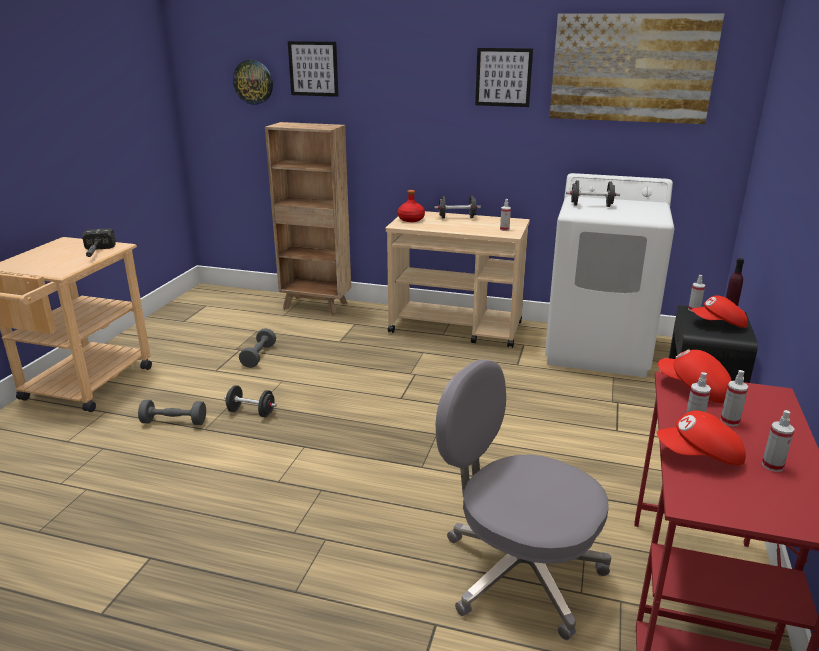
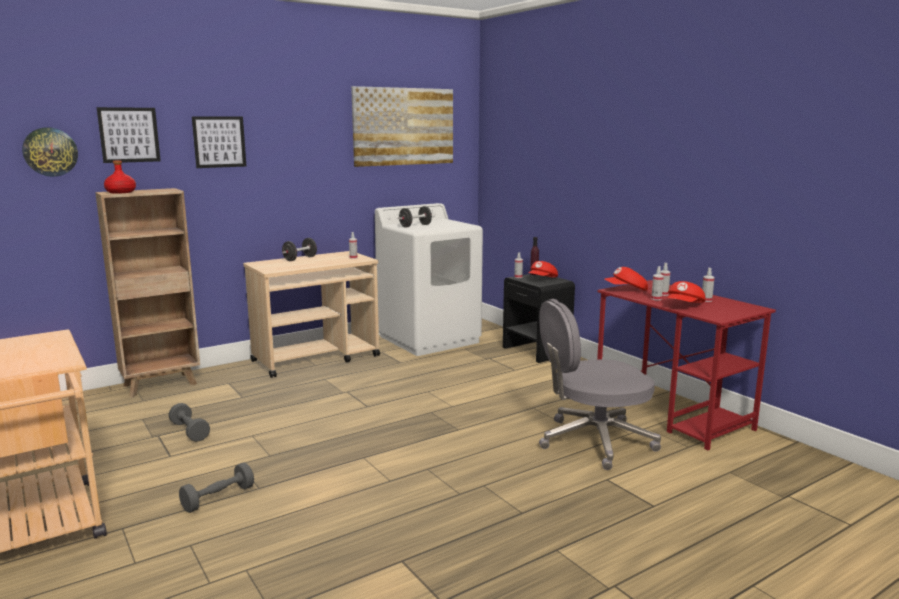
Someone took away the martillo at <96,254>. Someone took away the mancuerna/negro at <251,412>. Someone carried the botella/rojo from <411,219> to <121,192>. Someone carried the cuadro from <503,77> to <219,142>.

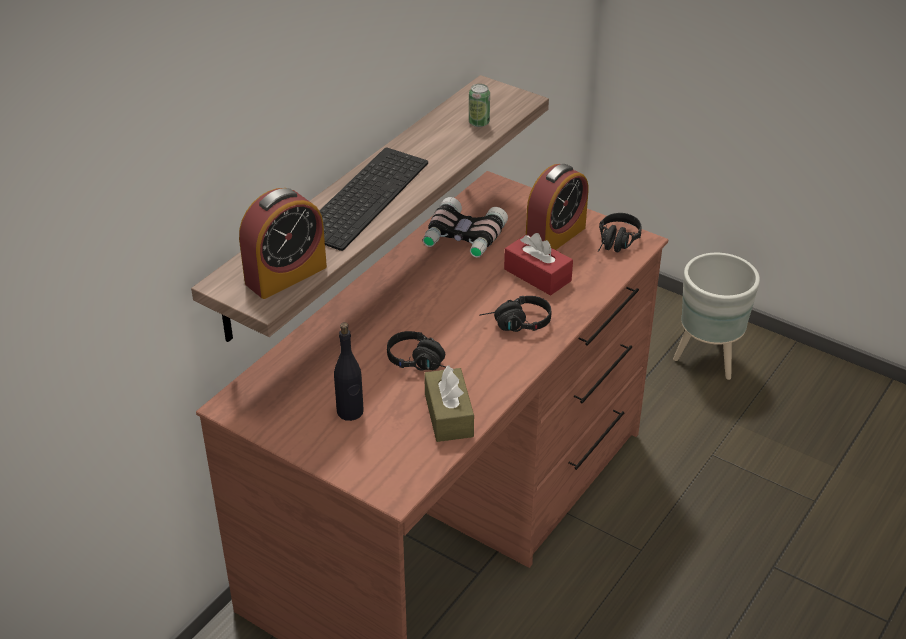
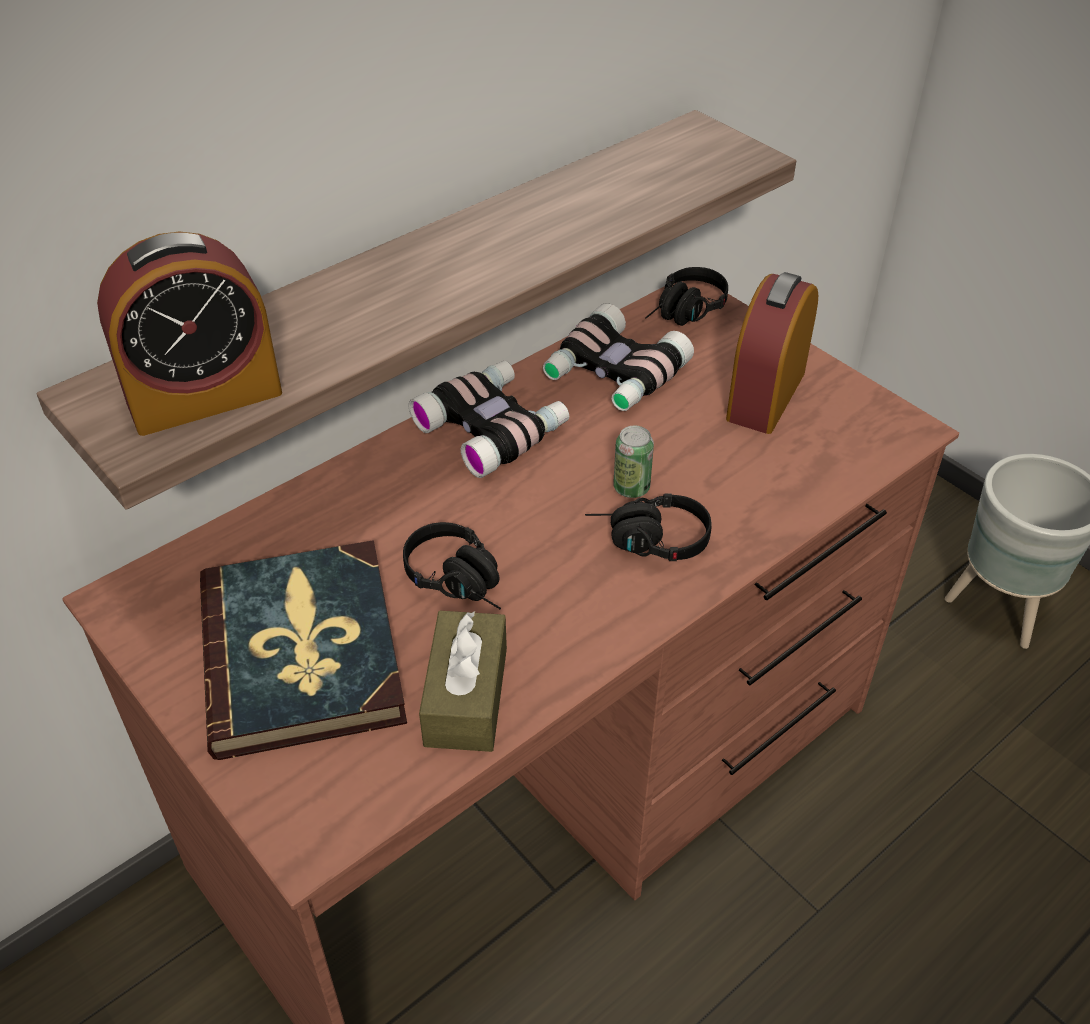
Someone took away the teclado at <363,196>. Someone swapped the botella/negro at <350,412> for the libro at <303,653>. Someone carried the lata from <479,123> to <631,488>. Someone took away the caja de pañuelos/rojo at <537,275>. Someone rotated the despertador at <555,236> by 150 degrees clockwise. Someone carried the auriculares/negro from <616,244> to <684,313>. Someone put down the prismáticos at <493,427>.

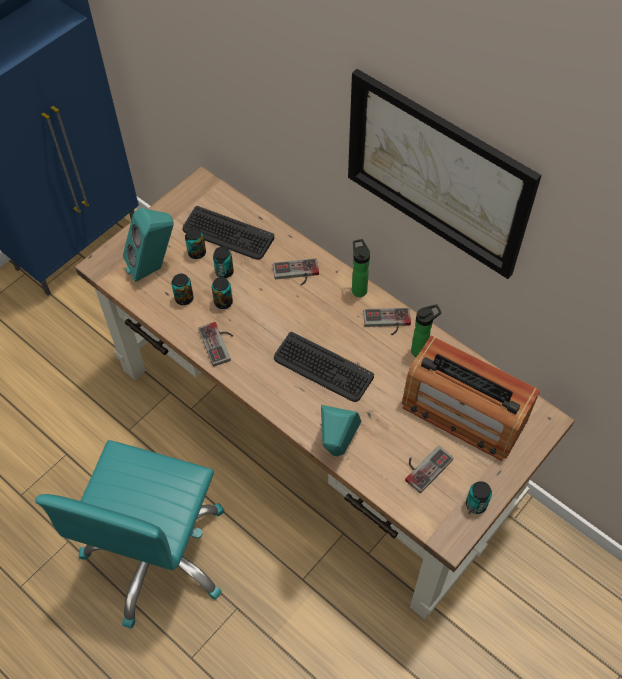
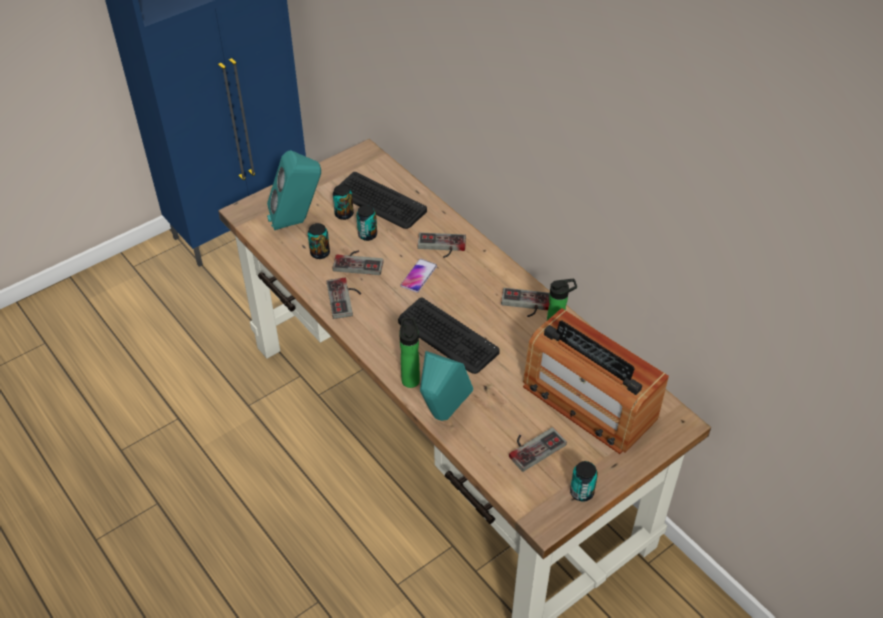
Someone took away the silla de oficina/turquesa at <158,554>. Someone swapped the lata at <223,302> for the mando de consola at <359,262>. Someone took away the cuadro at <437,173>. Someone carried the botella from <358,289> to <410,378>. Someone put down the móvil at <418,276>.

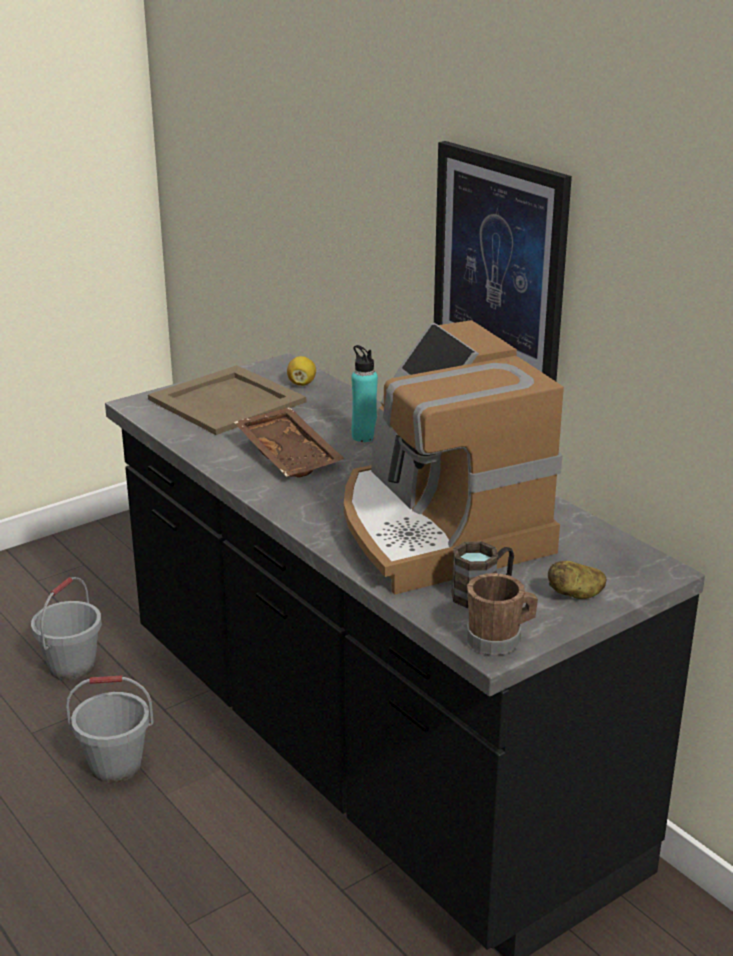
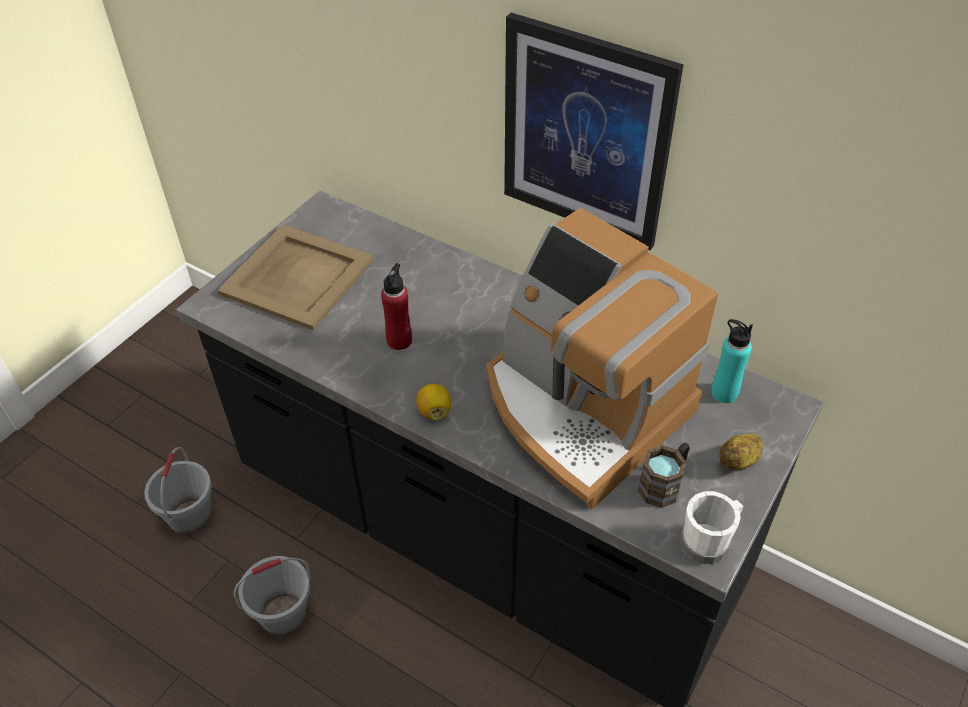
Someone swapped the bandeja/marrón at <290,455> for the botella/rojo at <399,340>. Someone carried the limón from <301,383> to <434,411>. Someone carried the botella/turquesa from <364,436> to <724,392>. Someone repainted the taza grande/marrón at <499,639>, which became the taza grande/blanco at <708,541>.

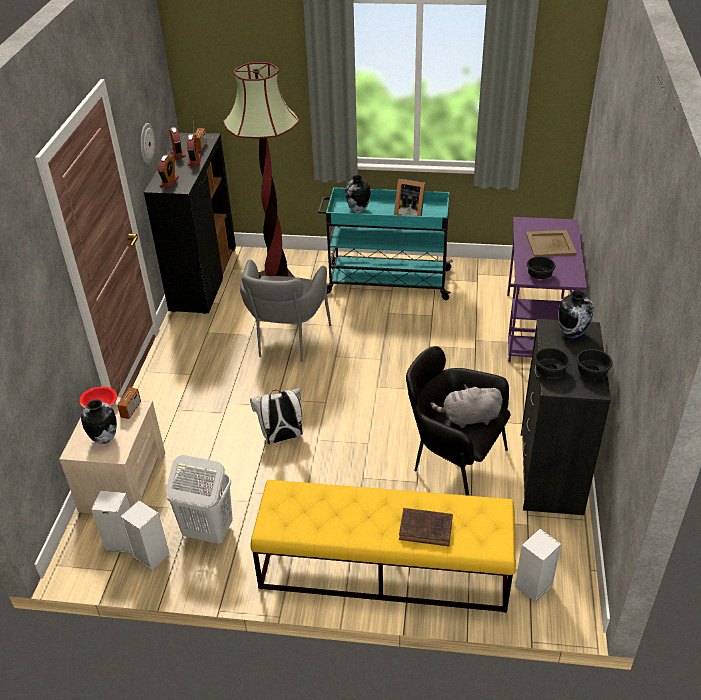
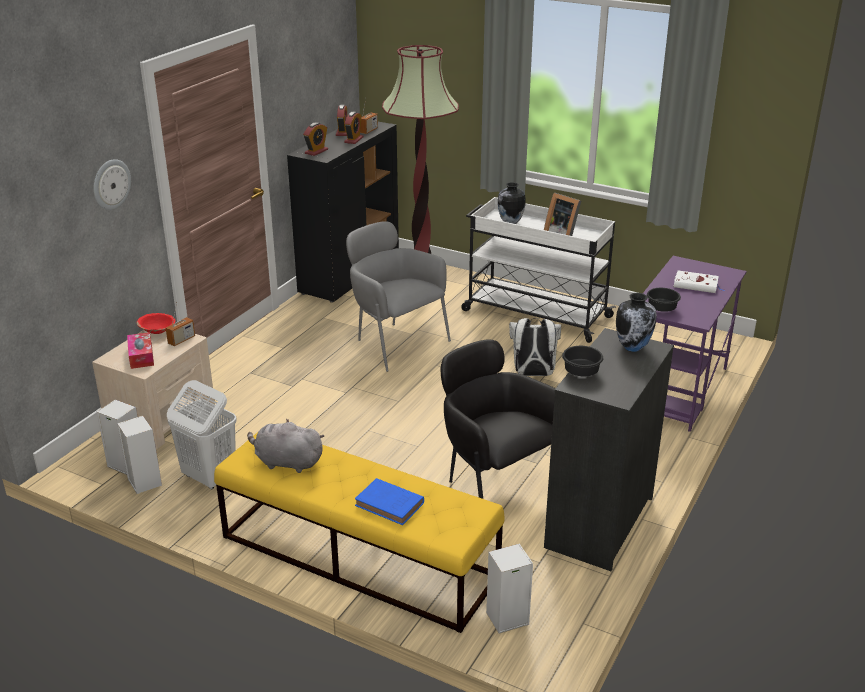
Someone swapped the florero at <104,439> for the caja de pañuelos at <141,356>. Someone carried the reloj de pared from <146,143> to <111,184>. Someone rotated the sillón/gris at <286,342> by 105 degrees clockwise. Someone carried the mochila/blanco from <282,437> to <532,374>. Someone repainted the carrito/turquesa at <386,281>, which became the carrito/blanco at <534,313>. Someone repainted the libro/marrón at <427,529>, which became the libro/azul at <391,505>. Someone carried the peluche/gris from <468,418> to <286,462>. Someone swapped the bandeja/beis at <550,243> for the libro/blanco at <697,285>. Someone took away the cuenco/negro at <590,373>.

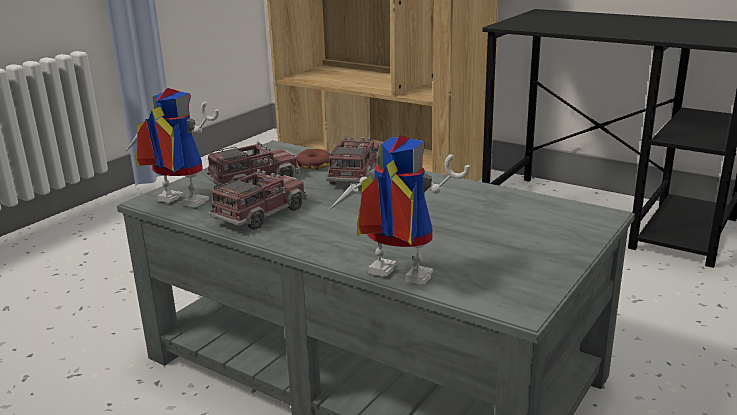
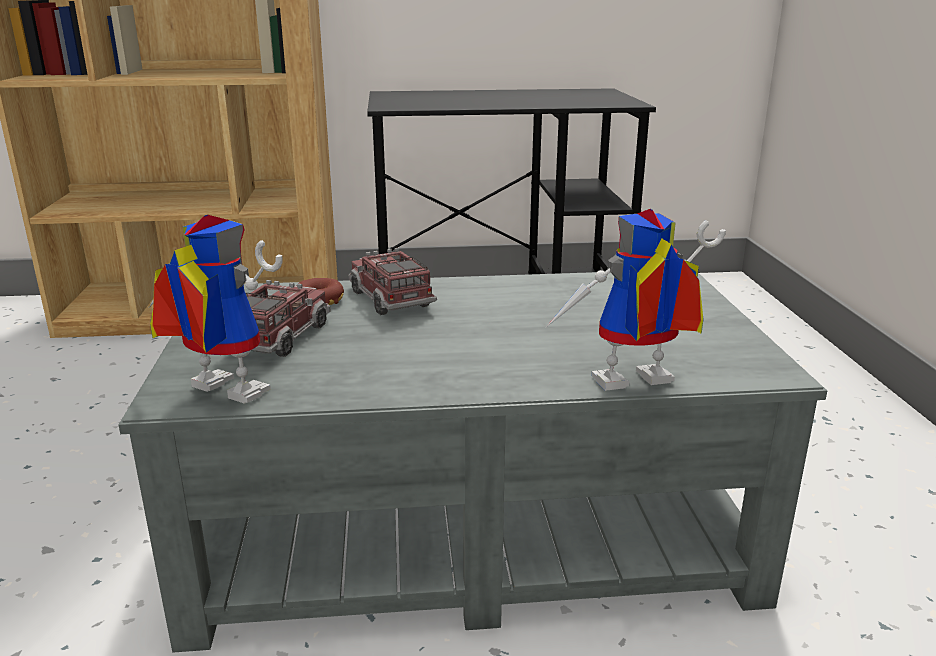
Someone rotated the robot de juguete at <175,203> by 45 degrees clockwise. Someone took away the camión de juguete at <260,214>.

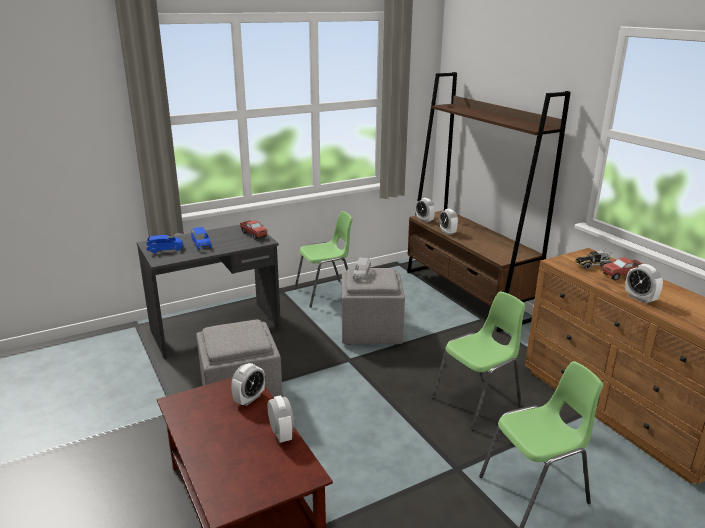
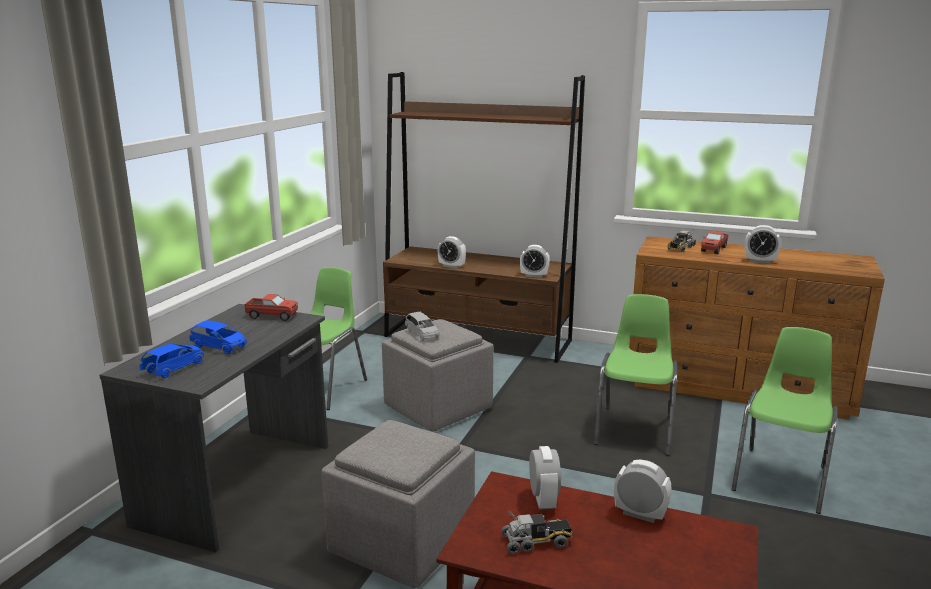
Someone carried the despertador from <424,220> to <534,275>. Someone put down the camión de juguete at <536,541>.

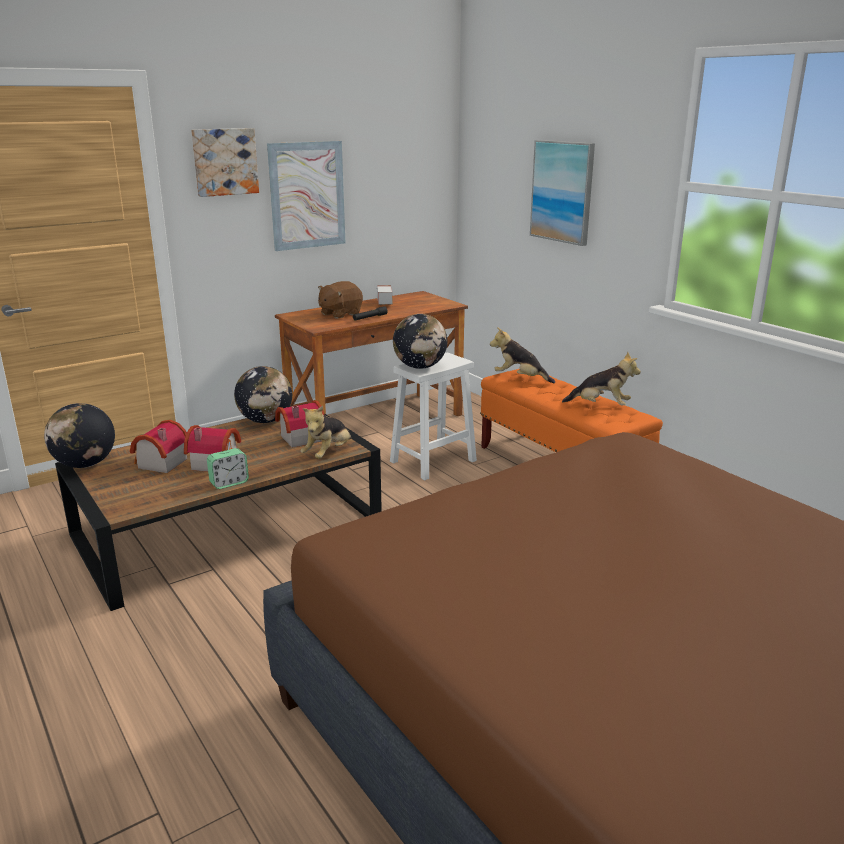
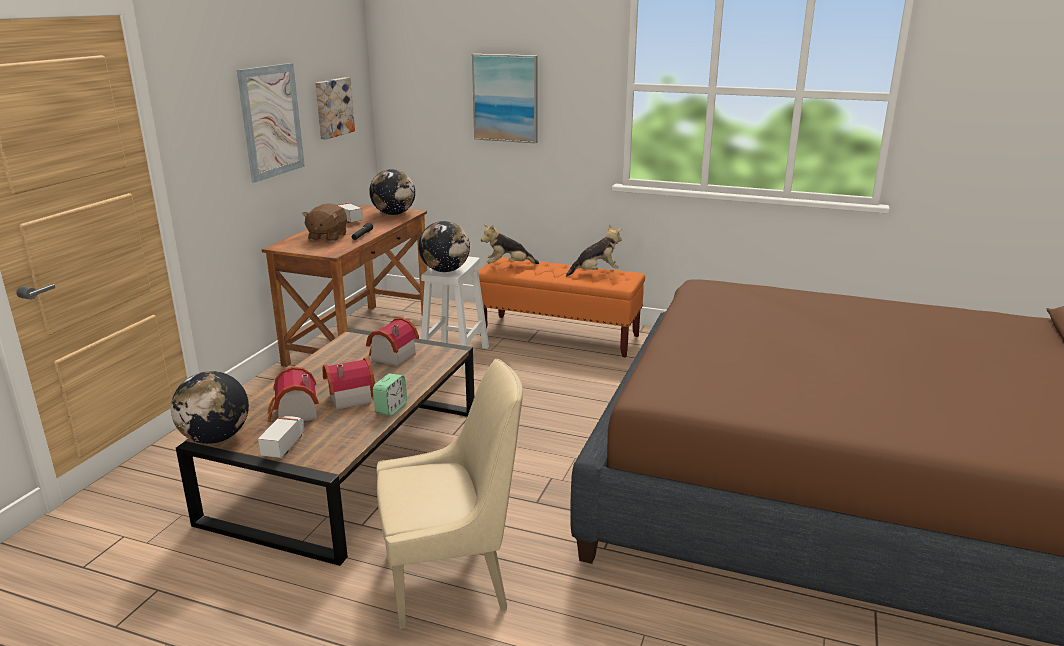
Someone carried the cuadro from <224,162> to <333,107>. Someone carried the globo terráqueo from <265,420> to <394,214>. Someone took away the peluche at <328,453>. Someone put down the camión de juguete at <284,445>. Someone put down the silla/beis at <452,578>.

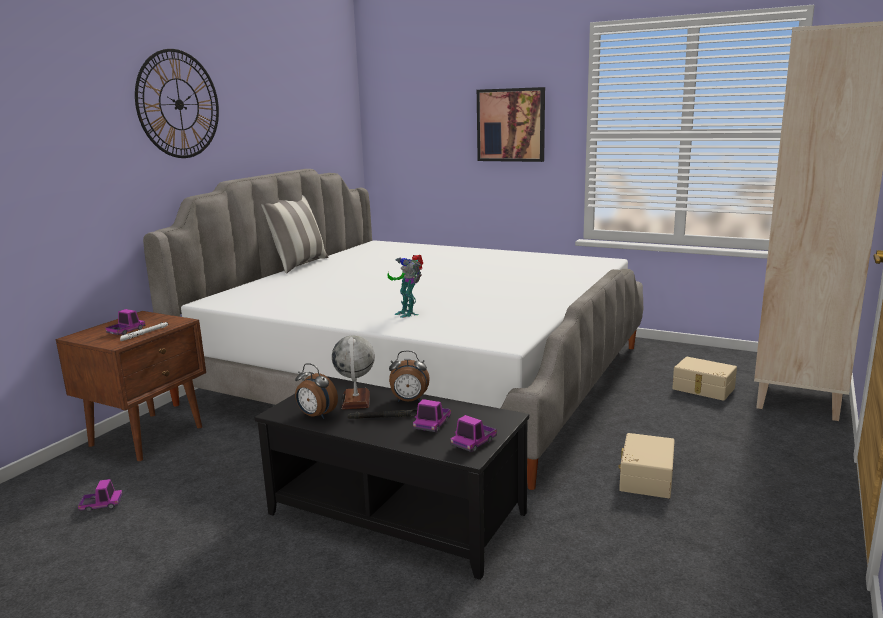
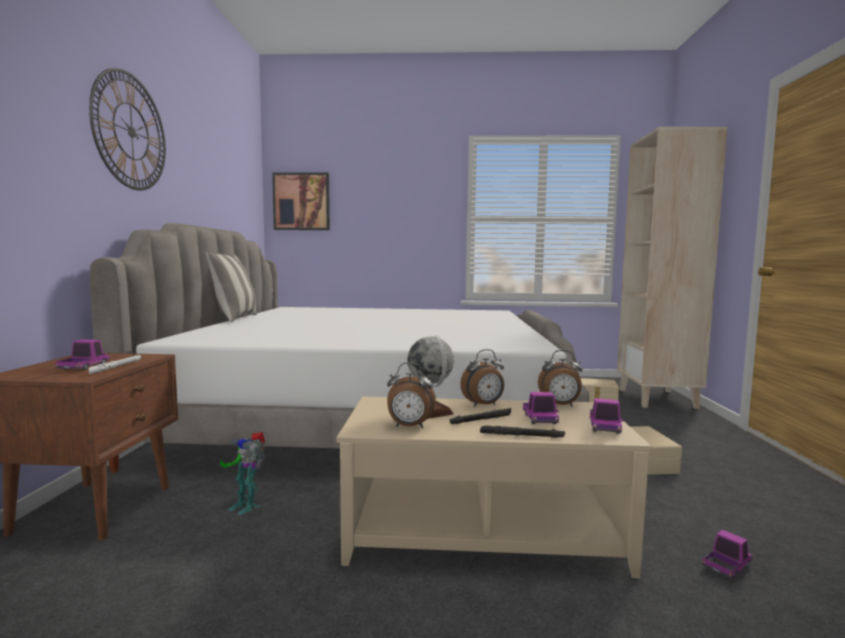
Someone carried the camión de juguete from <101,505> to <726,566>. Someone repainted the mesa de centro/negro at <397,512>, which became the mesa de centro/beis at <483,531>. Someone carried the robot de juguete from <408,313> to <246,505>. Someone carried the cuadro from <511,125> to <301,201>. Someone put down the linterna/negro at <522,435>. Someone put down the despertador at <560,405>.

